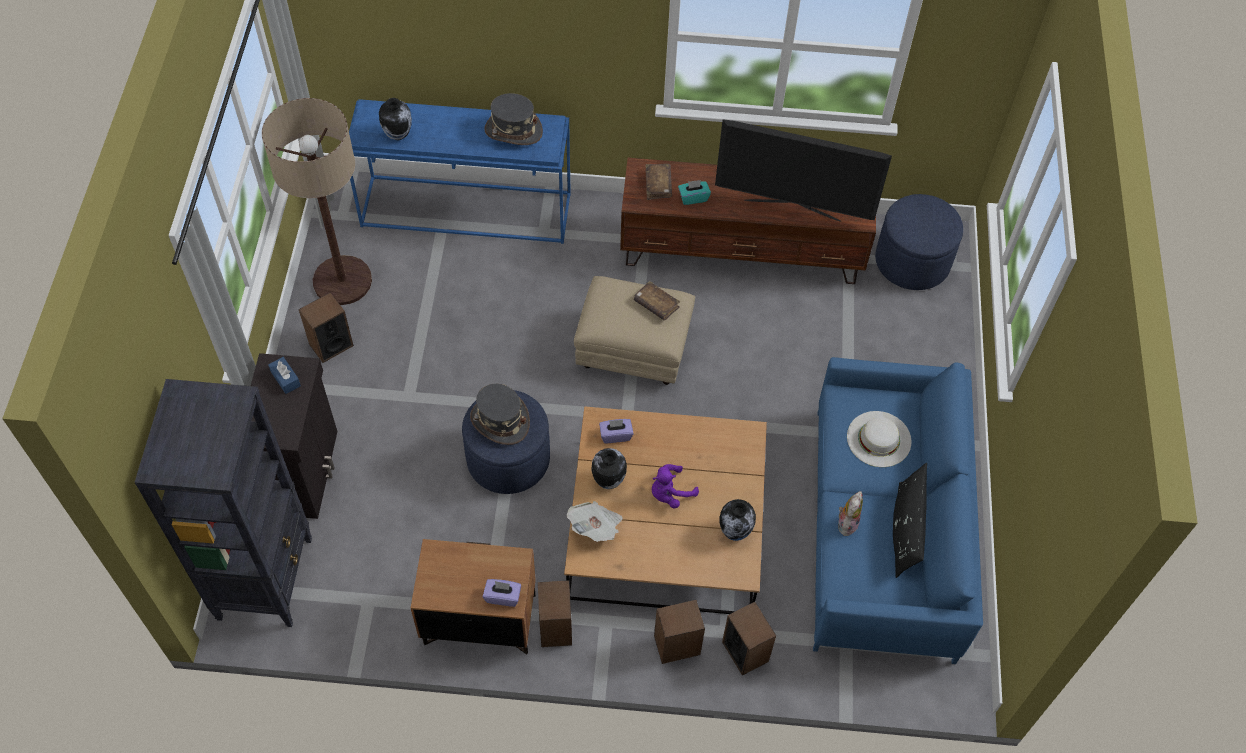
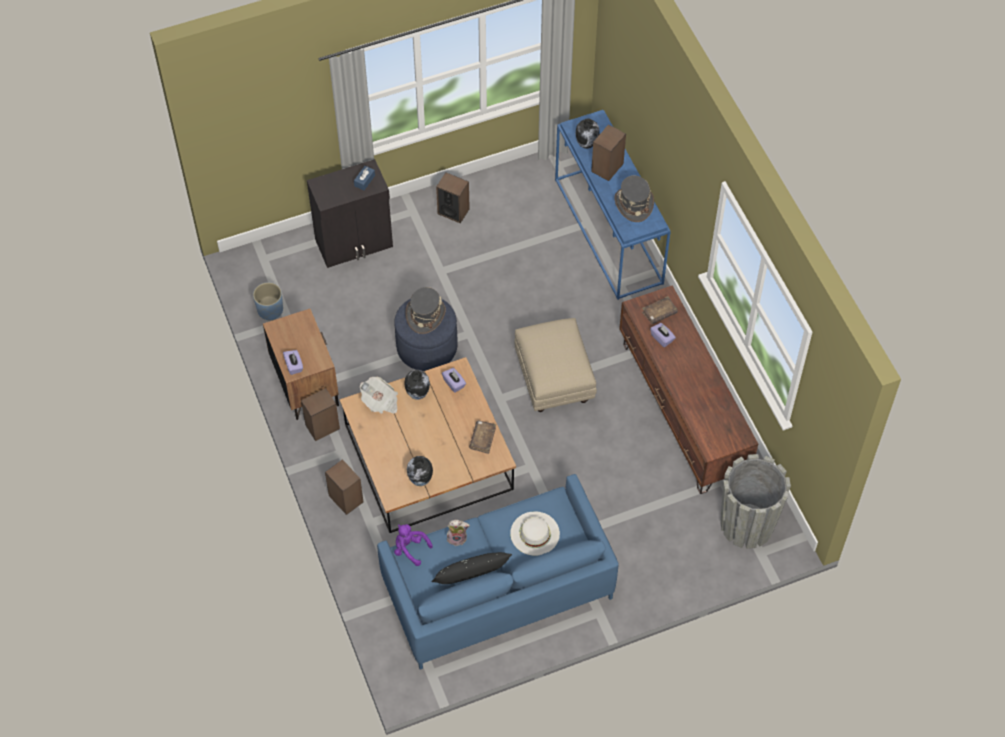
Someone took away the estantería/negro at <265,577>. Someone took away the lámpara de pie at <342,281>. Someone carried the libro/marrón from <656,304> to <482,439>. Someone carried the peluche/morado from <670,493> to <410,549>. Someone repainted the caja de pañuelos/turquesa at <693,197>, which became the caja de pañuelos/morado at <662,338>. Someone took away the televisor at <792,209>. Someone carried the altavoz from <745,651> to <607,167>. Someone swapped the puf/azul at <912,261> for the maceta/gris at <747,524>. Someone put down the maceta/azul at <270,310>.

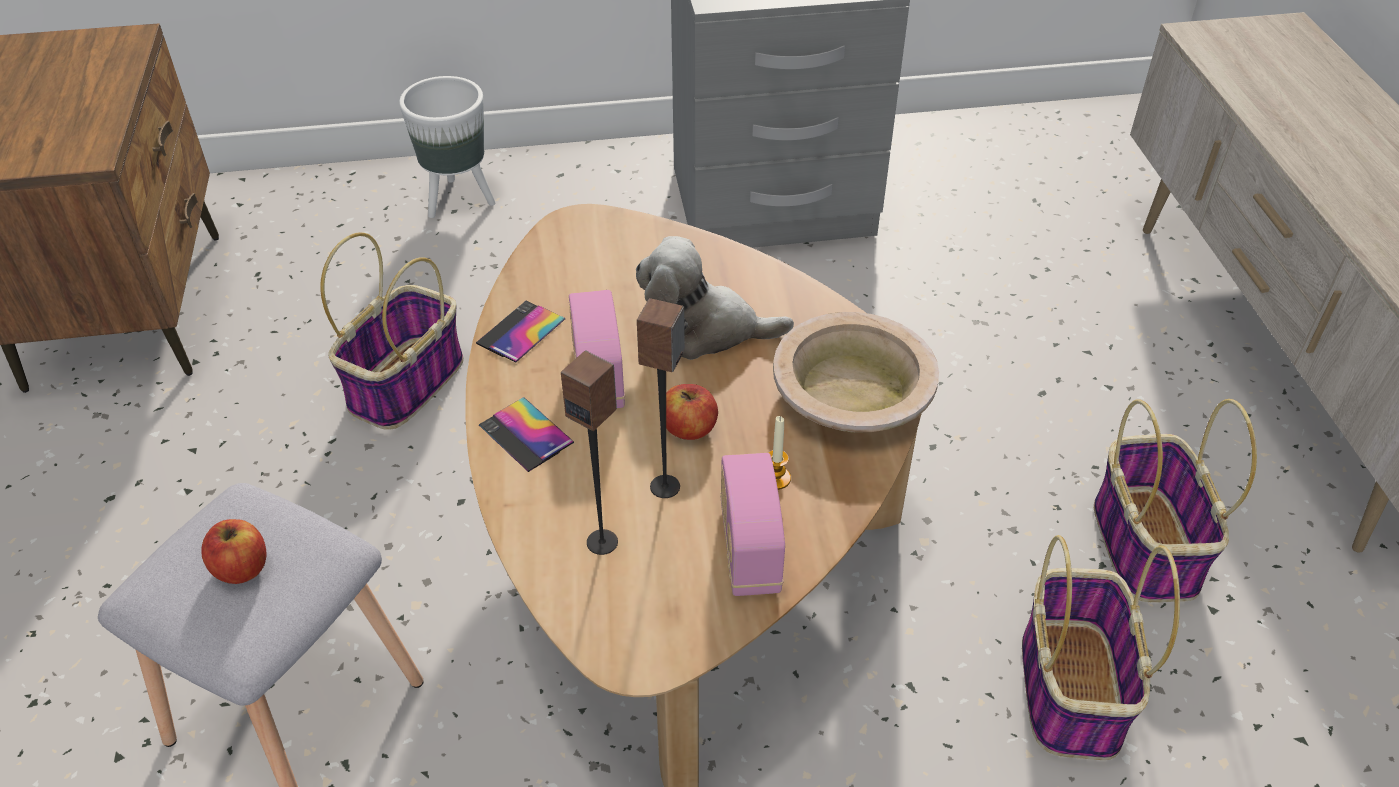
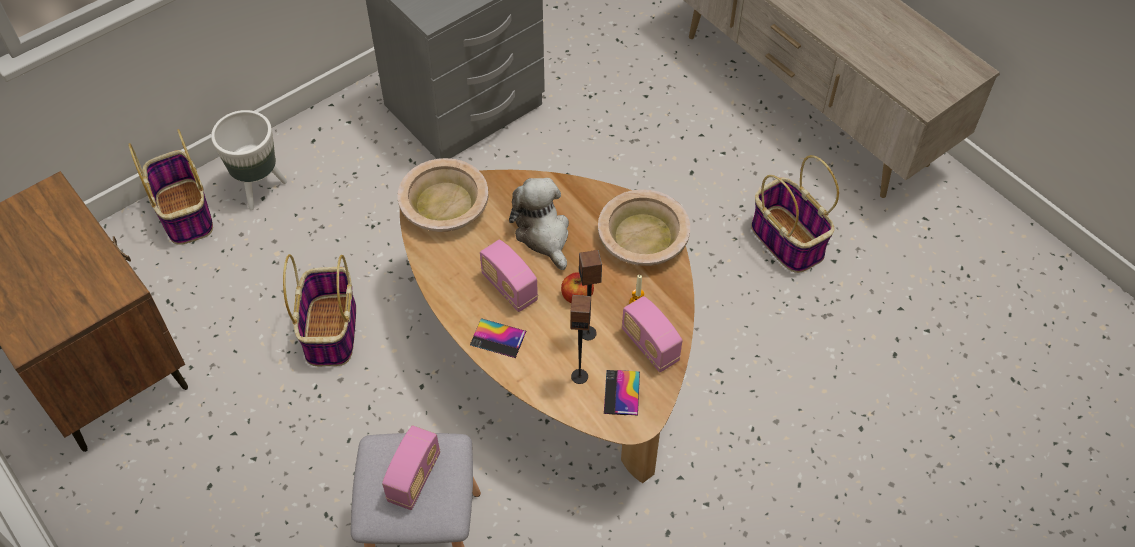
Someone swapped the manzana at <241,568> for the radio at <414,478>. Someone carried the móvil from <521,331> to <621,392>. Someone rotated the peluche at <703,330> by 90 degrees clockwise. Someone carried the cesta from <1069,686> to <184,212>. Someone put down the cuenco/beis at <444,206>.

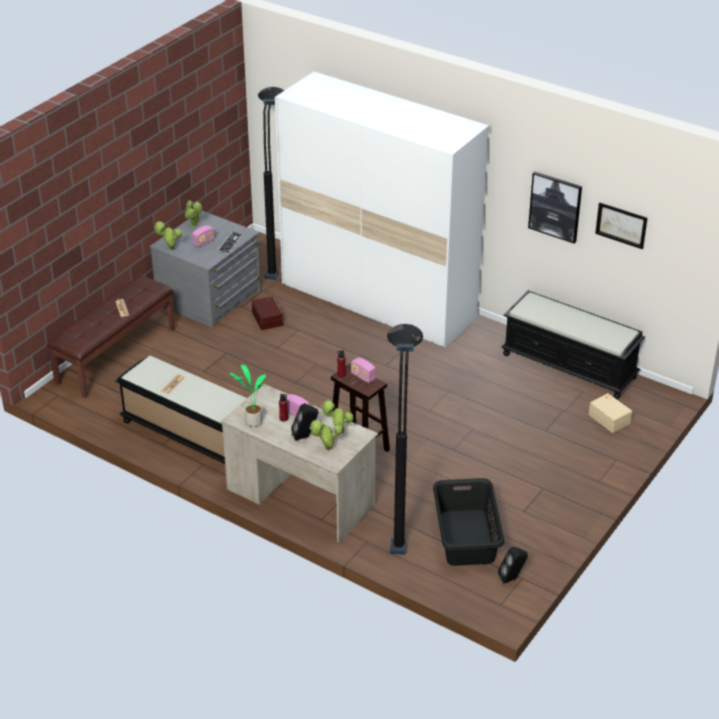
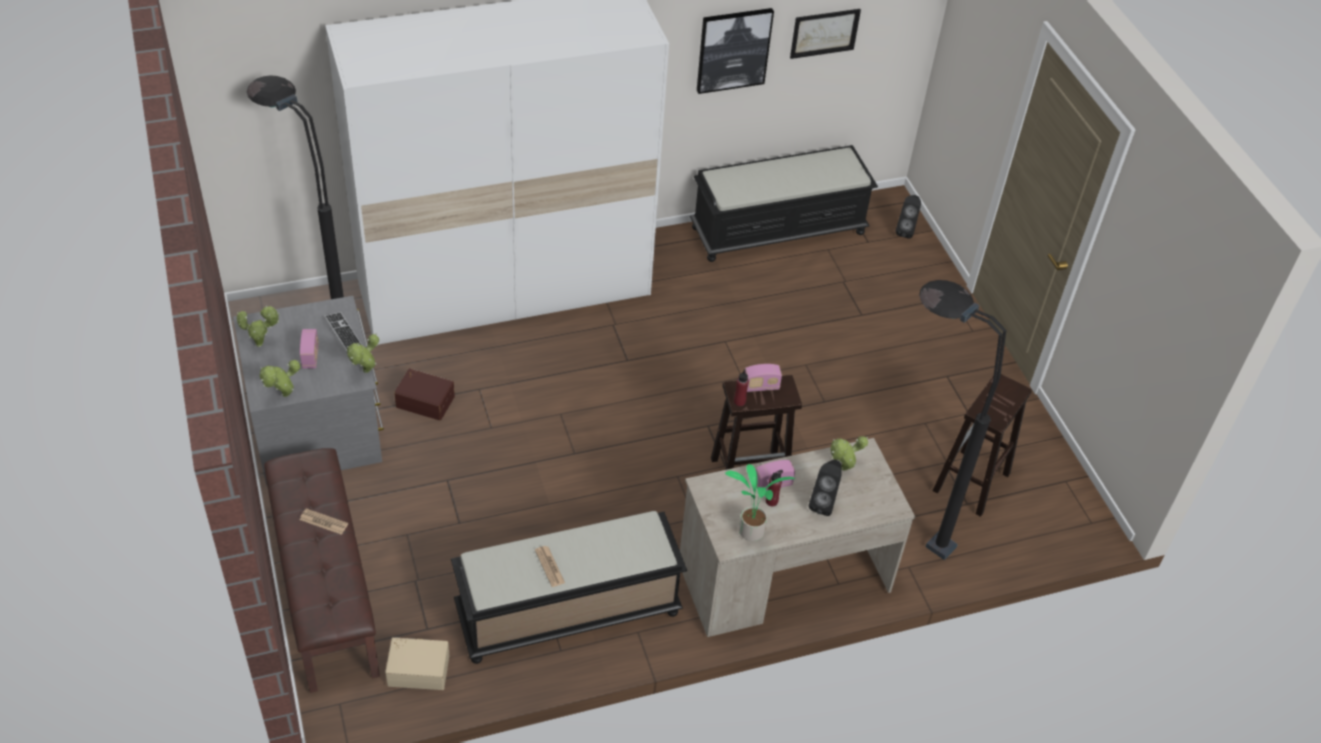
Someone carried the planta en maceta from <326,449> to <365,372>. Someone swapped the cesto de la ropa/negro at <465,538> for the taburete/marrón at <971,483>. Someone carried the altavoz/negro from <512,578> to <906,231>. Someone carried the caja de almacenaje/beis from <610,418> to <418,669>.

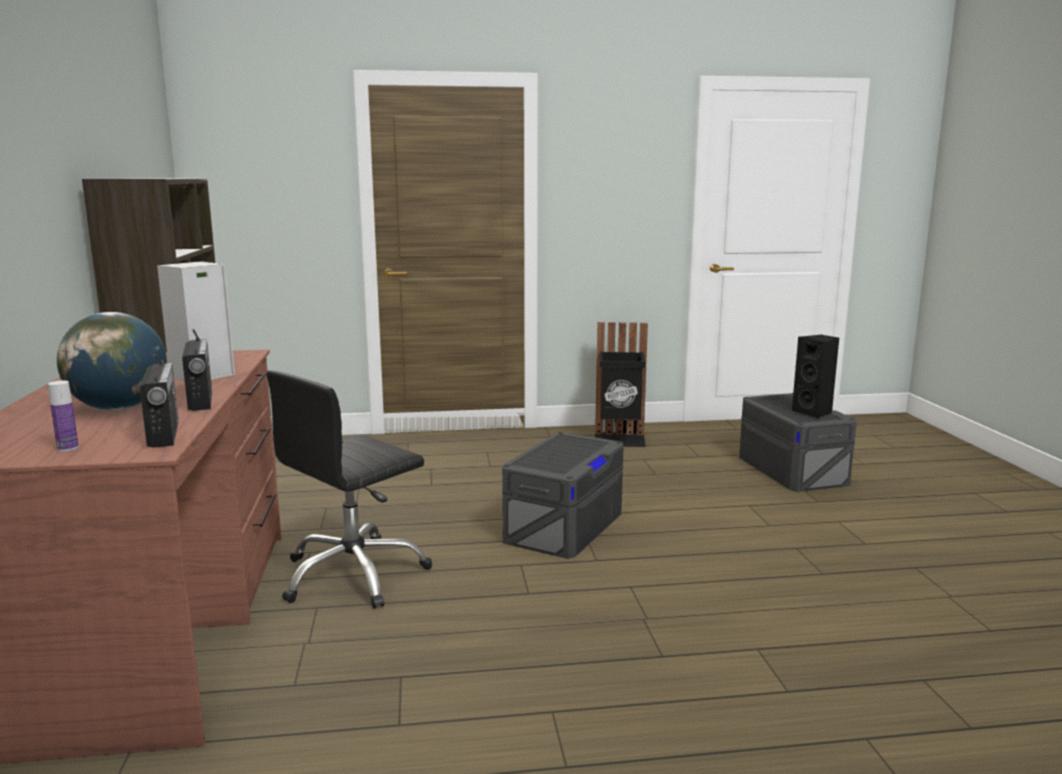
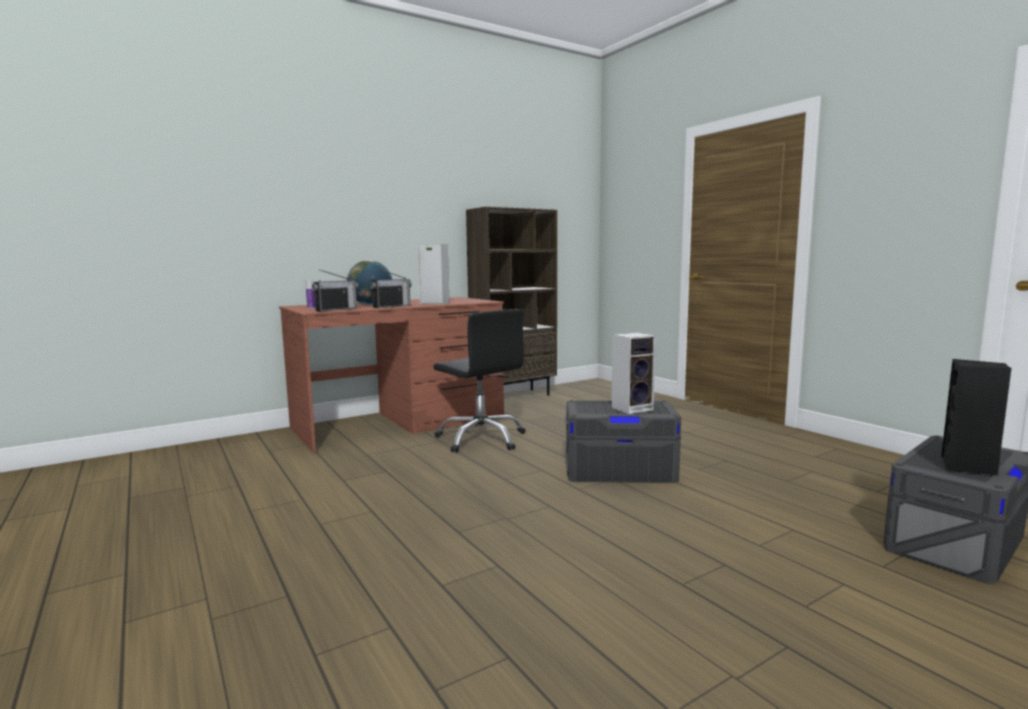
Someone rotated the silla de oficina/negro at <354,575> by 150 degrees counterclockwise. Someone took away the papelera/negro at <620,440>. Someone put down the altavoz at <632,408>.

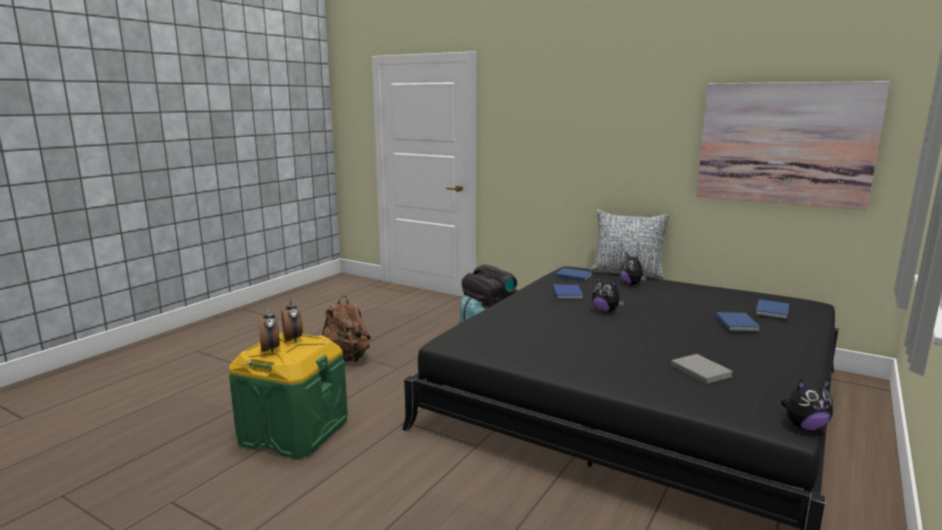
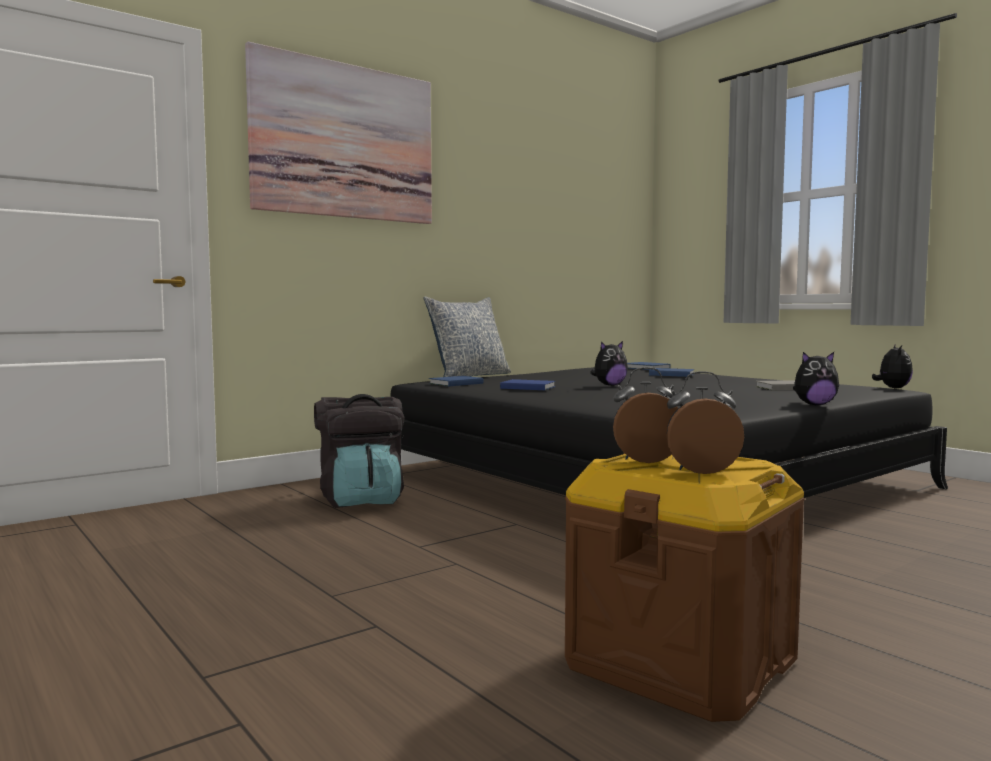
Someone repainted the caja de almacenaje/verde at <293,431>, which became the caja de almacenaje/marrón at <680,662>. Someone took away the mochila/marrón at <346,359>. Someone carried the peluche from <631,284> to <814,405>. Someone carried the cuadro from <784,143> to <344,141>.

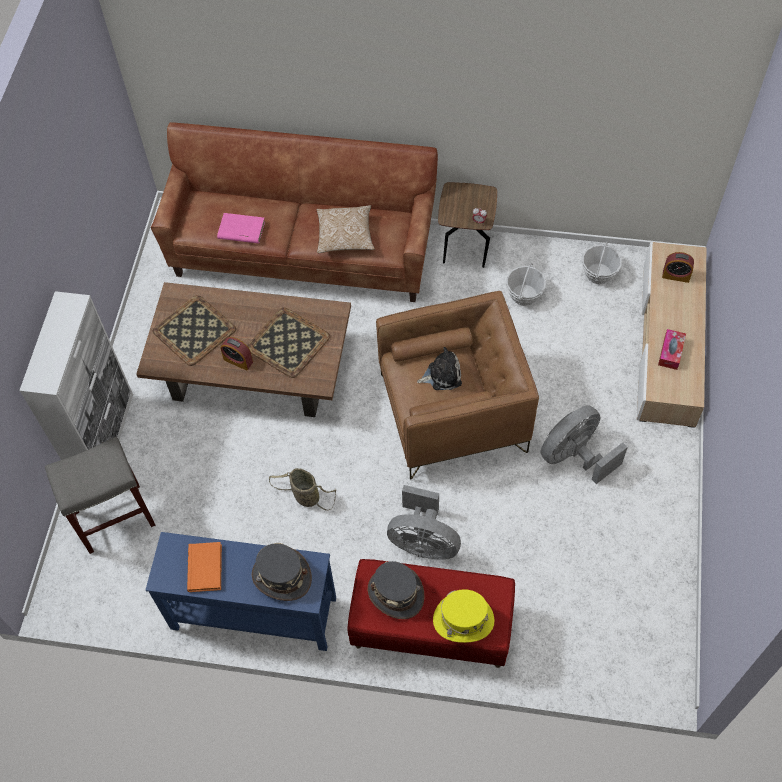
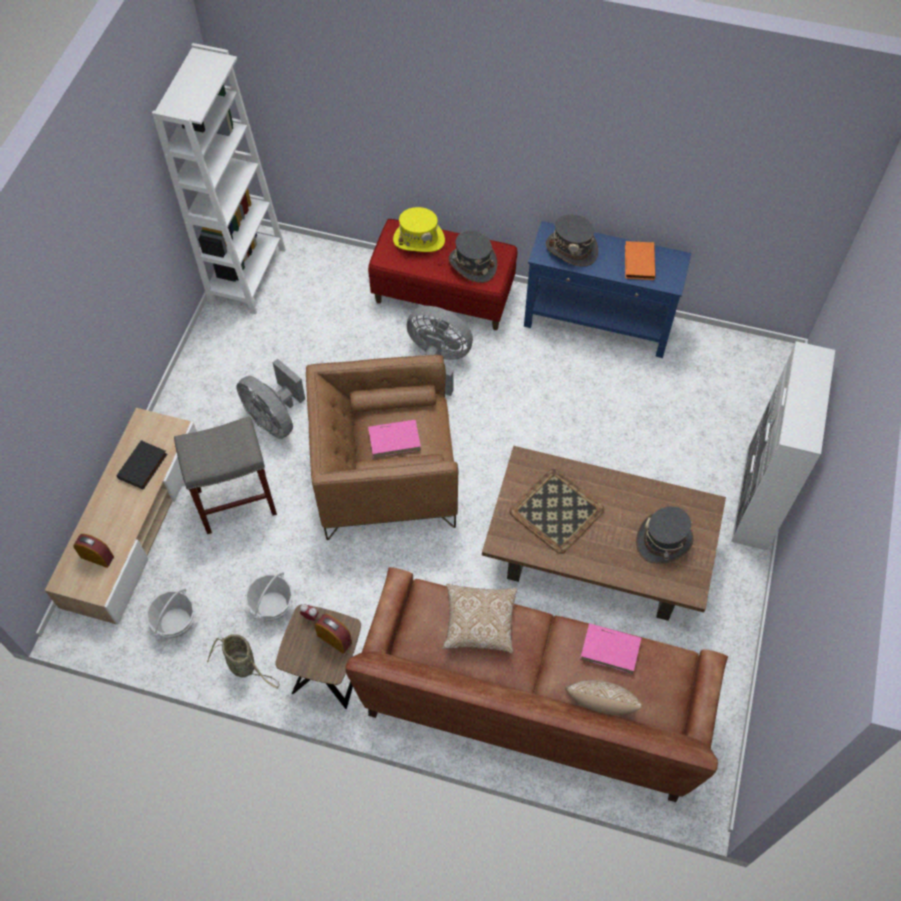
Someone carried the taburete/gris from <113,519> to <237,501>. Someone swapped the bandeja at <194,330> for the sombrero/gris at <664,540>. Someone carried the despertador from <238,360> to <334,638>. Someone carried the cesta from <305,496> to <244,666>. Someone swapped the peluche at <442,375> for the libro/rosa at <395,439>. Someone rotated the ventilador/gris at <575,456> by 75 degrees clockwise. Someone swapped the caja de pañuelos at <670,352> for the libro/negro at <143,467>. Someone put down the estantería/blanco at <247,276>. Someone put down the cojín at <599,708>.

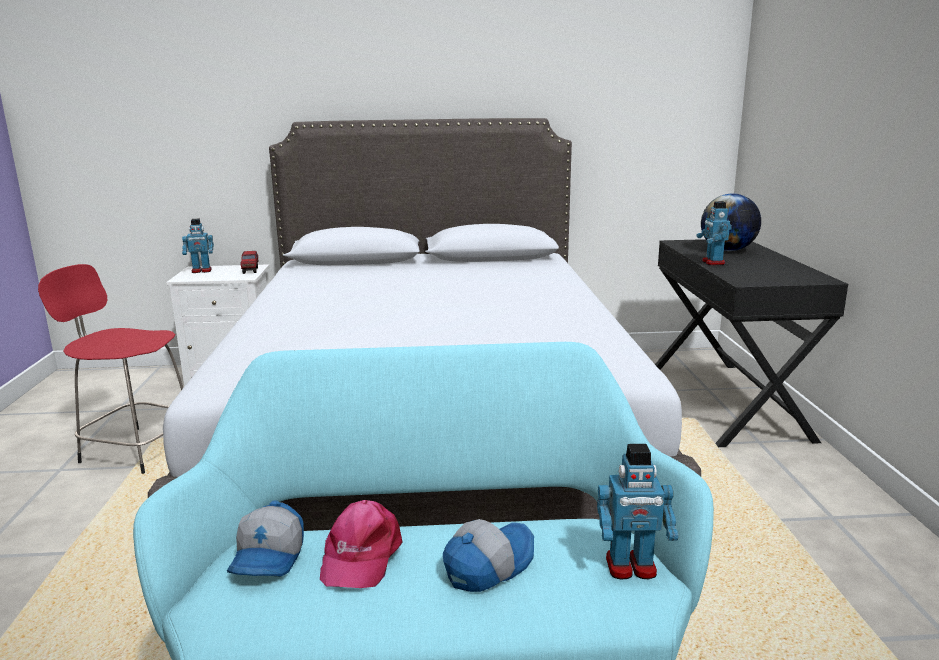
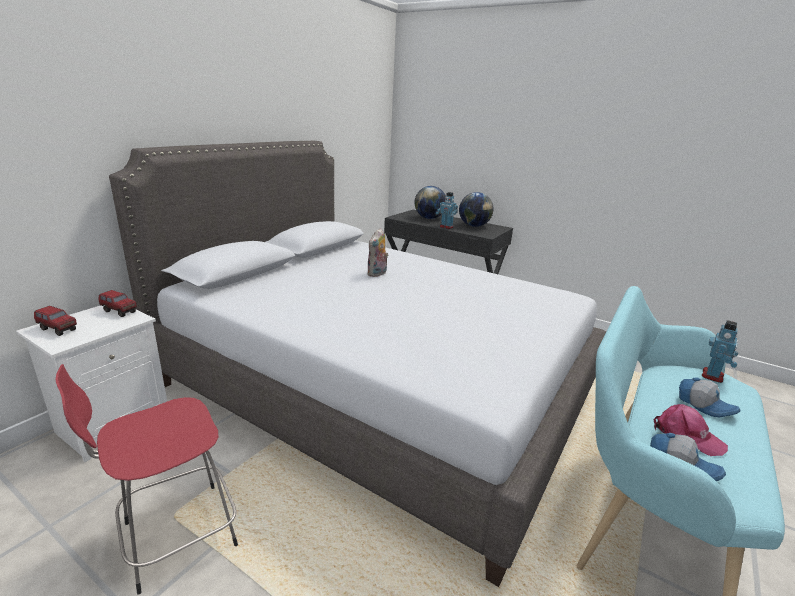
Someone swapped the robot de juguete at <201,271> for the camión de juguete at <58,329>. Someone rotated the gorra at <487,565> by 150 degrees clockwise. Someone put down the peluche at <377,274>. Someone put down the globo terráqueo at <474,226>.

